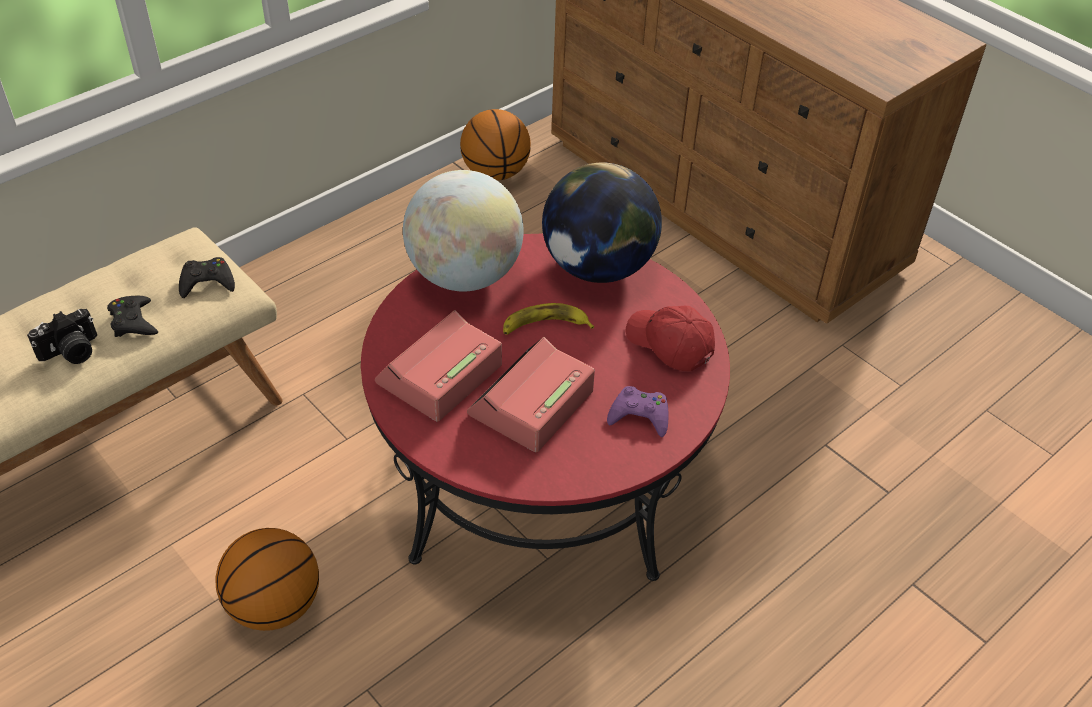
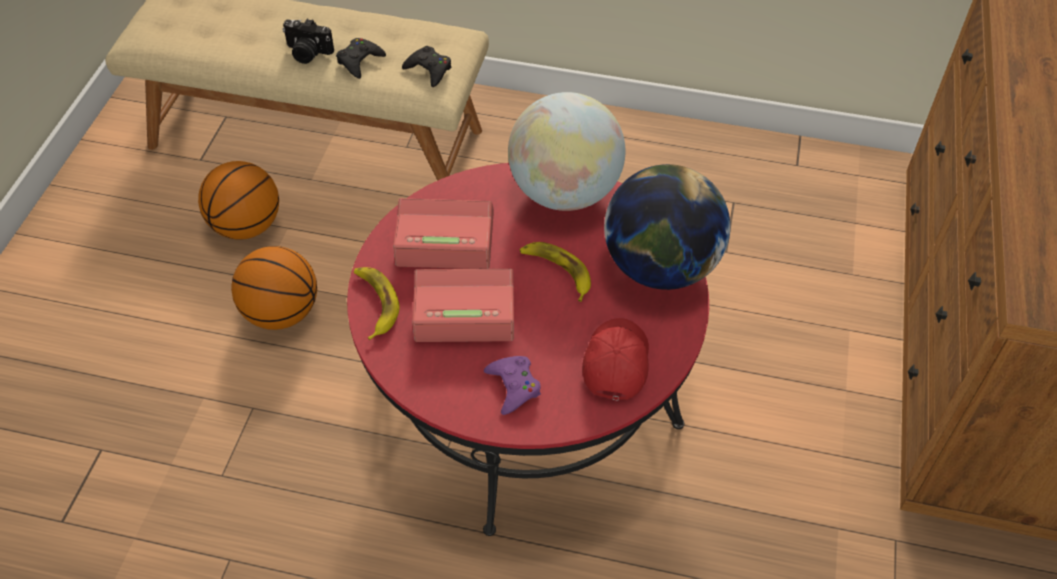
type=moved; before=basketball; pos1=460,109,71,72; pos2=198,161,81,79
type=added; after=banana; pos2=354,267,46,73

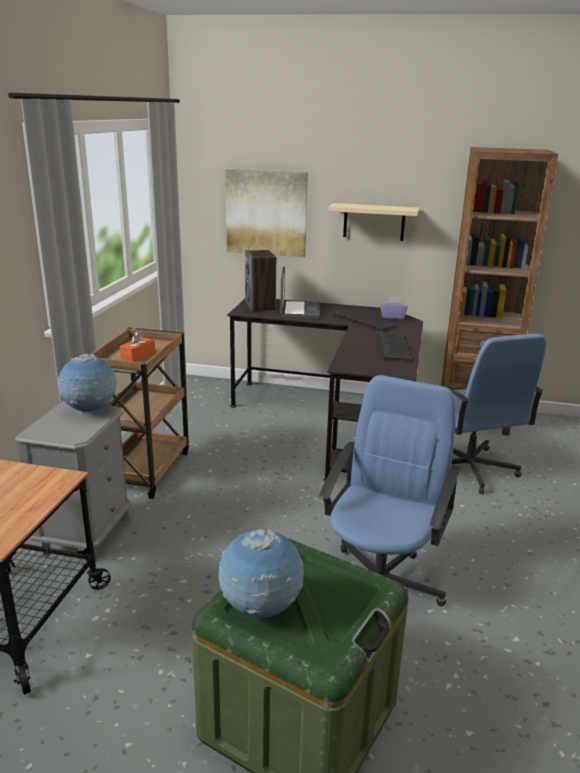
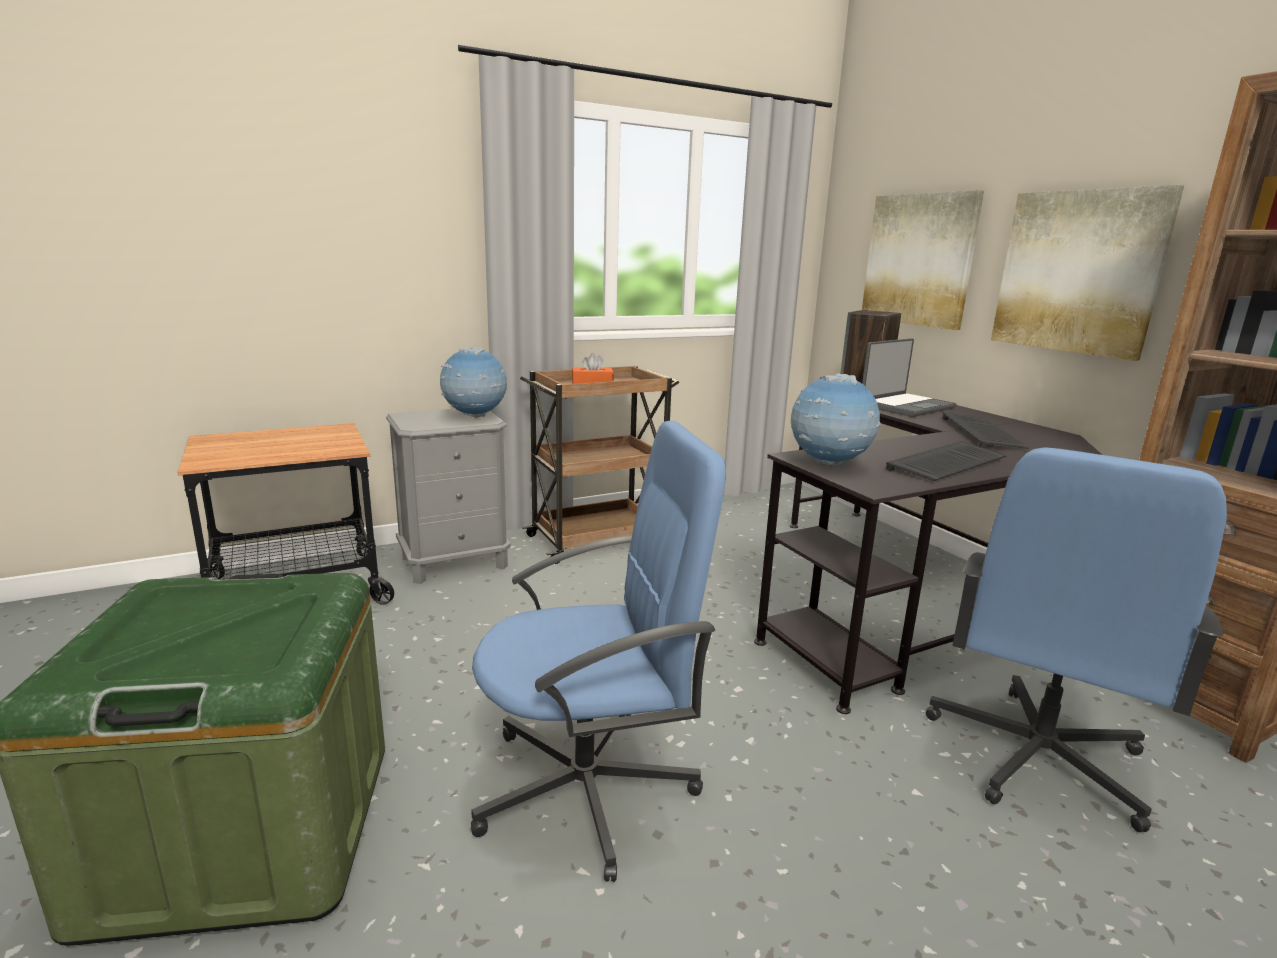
type=moved; before=globe; pos1=219,529,85,88; pos2=791,373,90,93
type=replaced; before=beige shelf; after=picture; pos1=328,203,91,38; pos2=991,185,193,176
type=removed; before=purple tissue box; pos1=380,296,28,24

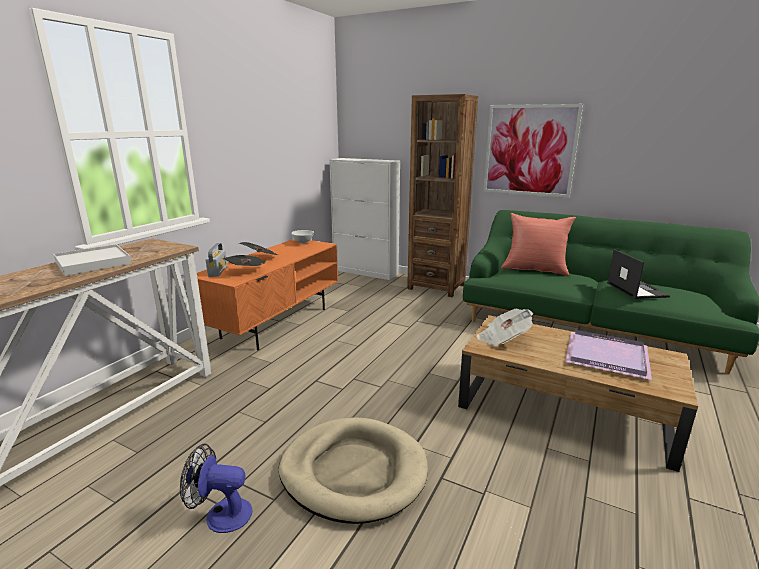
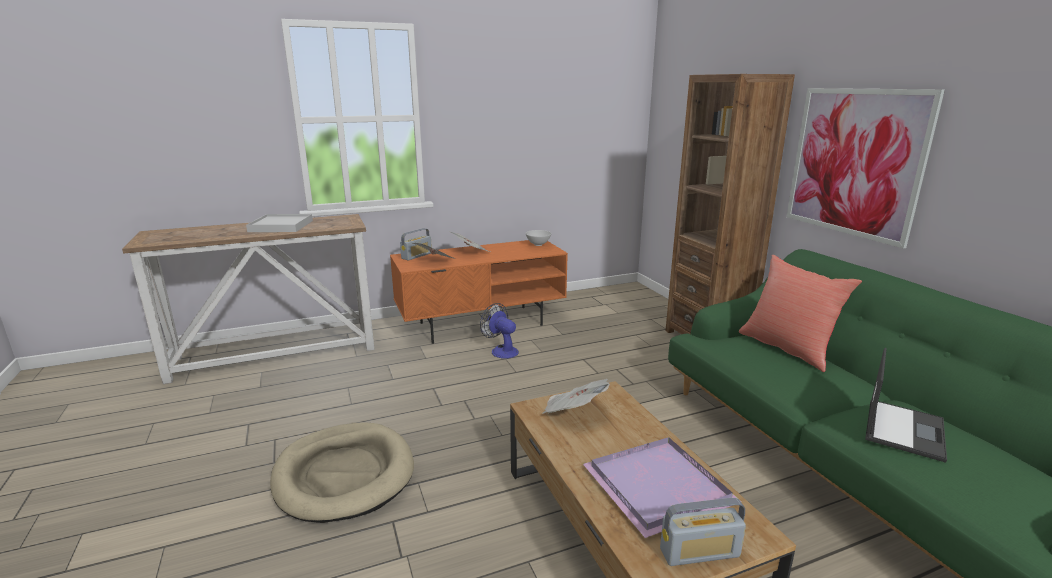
type=moved; before=fan; pos1=180,443,72,90; pos2=480,303,39,56
type=added; after=radio; pos2=660,498,86,68
type=removed; before=white cabinet; pos1=329,158,71,122

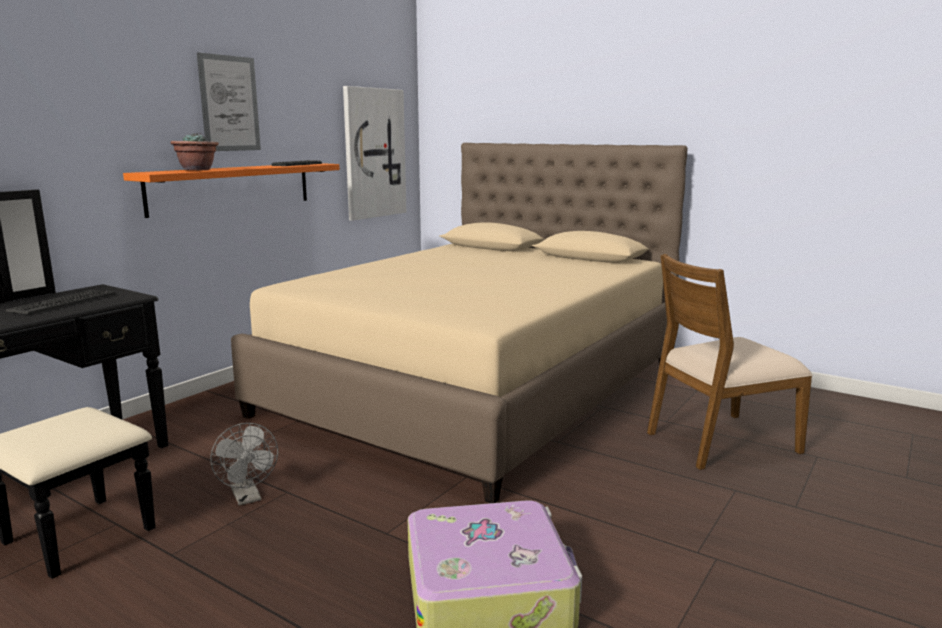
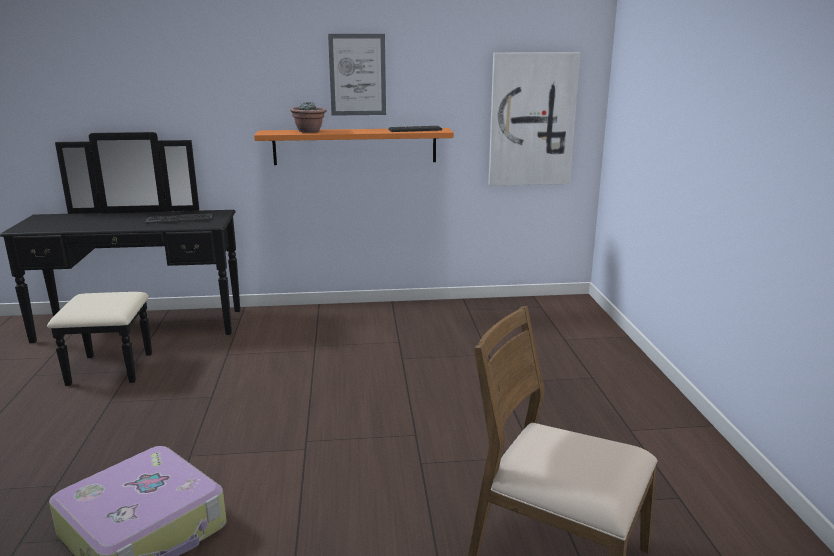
type=removed; before=grey fan; pos1=210,423,68,83
type=removed; before=beige bed; pos1=231,143,457,360

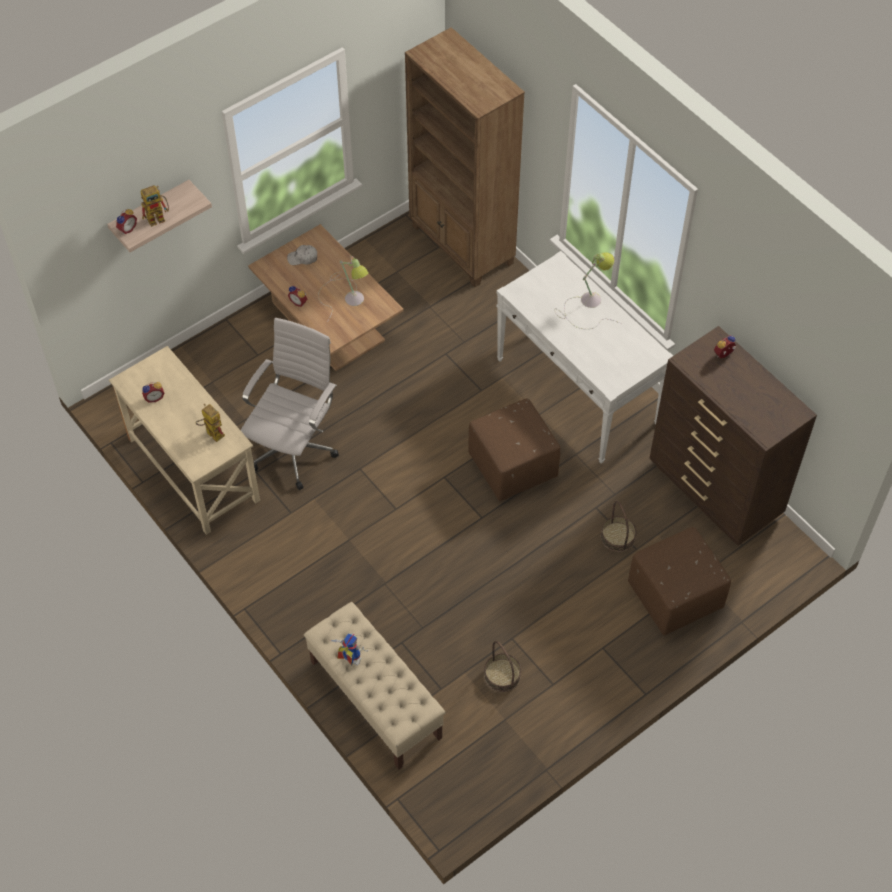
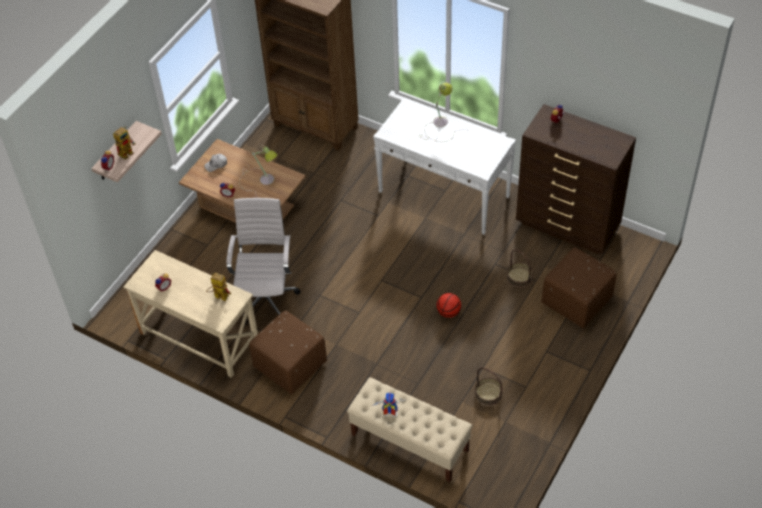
type=moved; before=brown ottoman; pos1=468,398,92,103; pos2=249,310,78,84
type=added; after=basketball; pos2=437,293,24,25

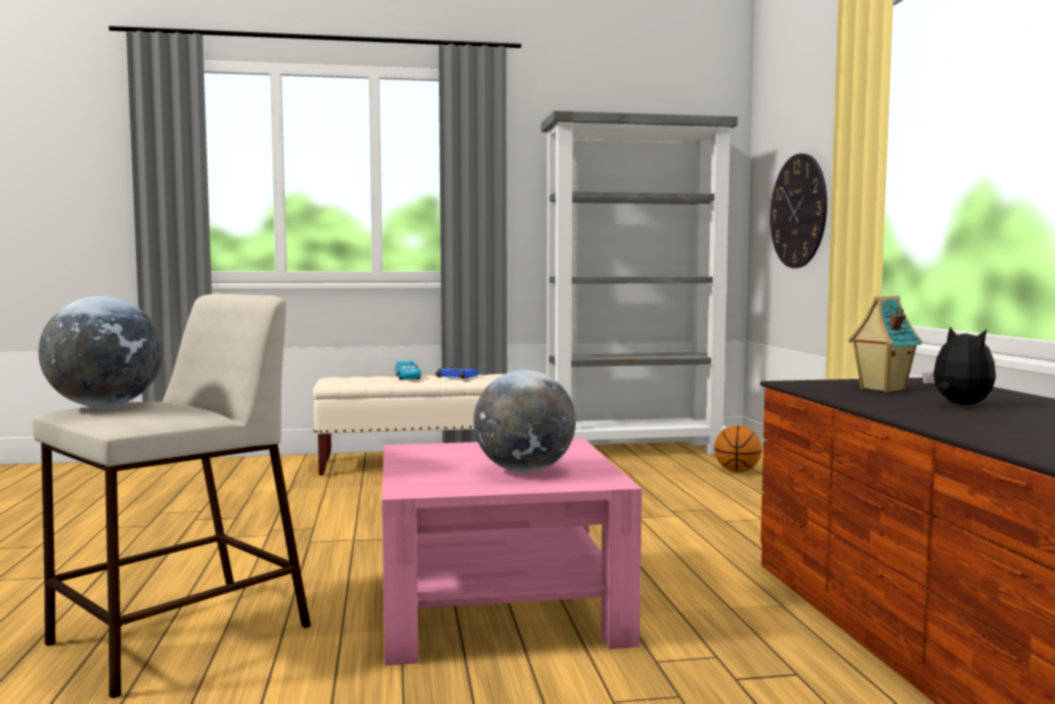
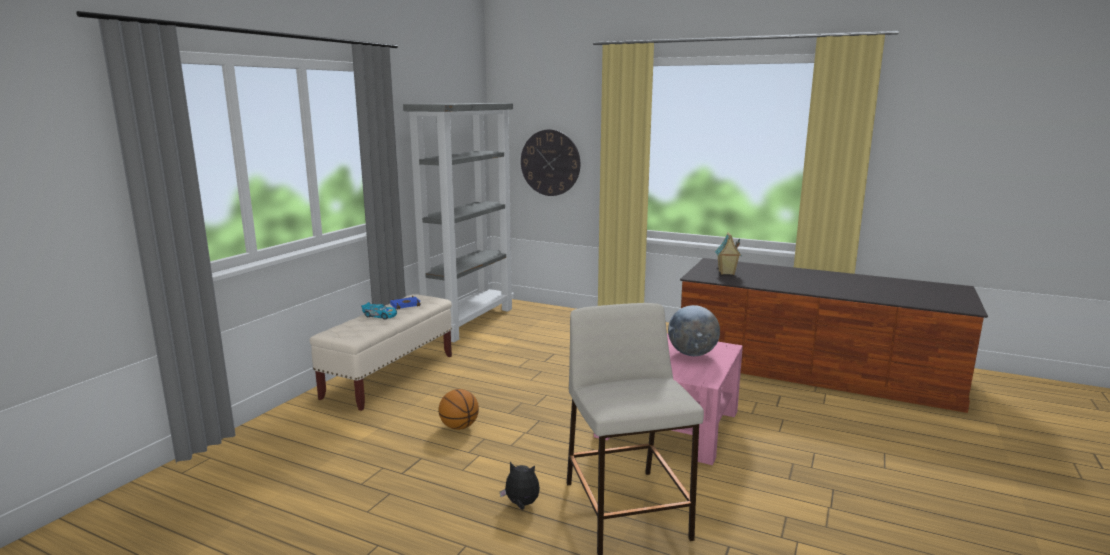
type=moved; before=basketball; pos1=714,426,48,46; pos2=439,389,40,41
type=moved; before=plush toy; pos1=923,327,73,78; pos2=500,462,40,48
type=removed; before=globe; pos1=38,296,125,111

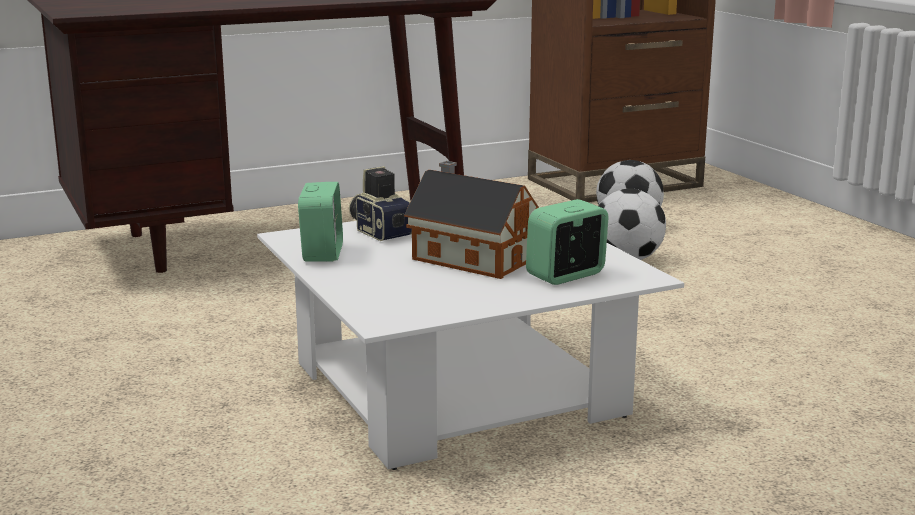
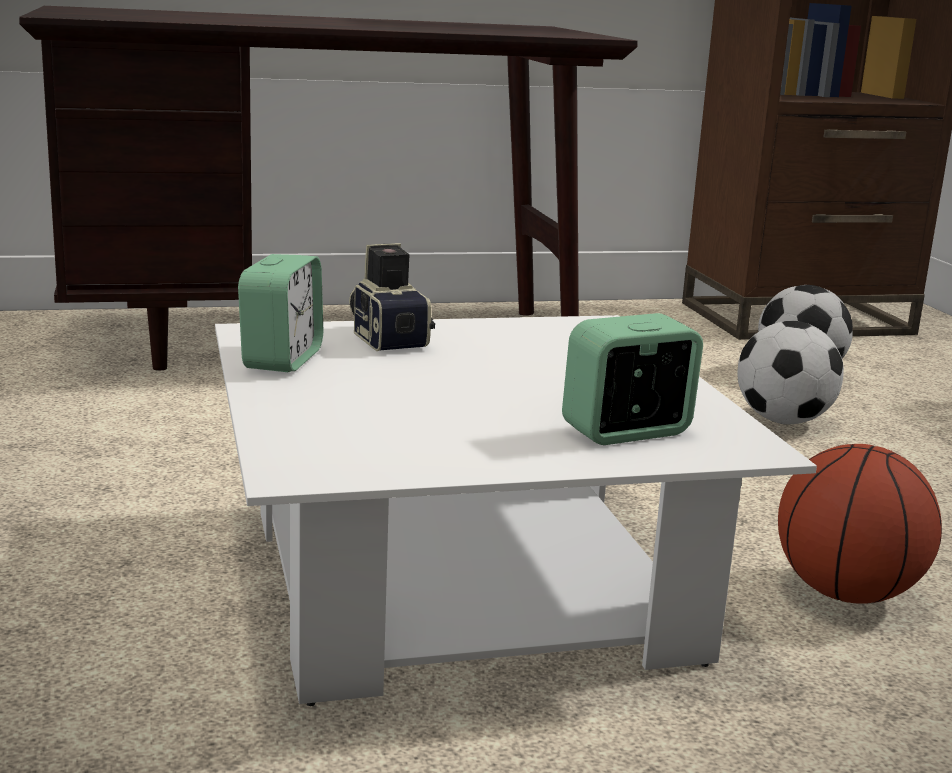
type=added; after=basketball; pos2=778,444,164,160
type=removed; before=toy house; pos1=404,161,135,118

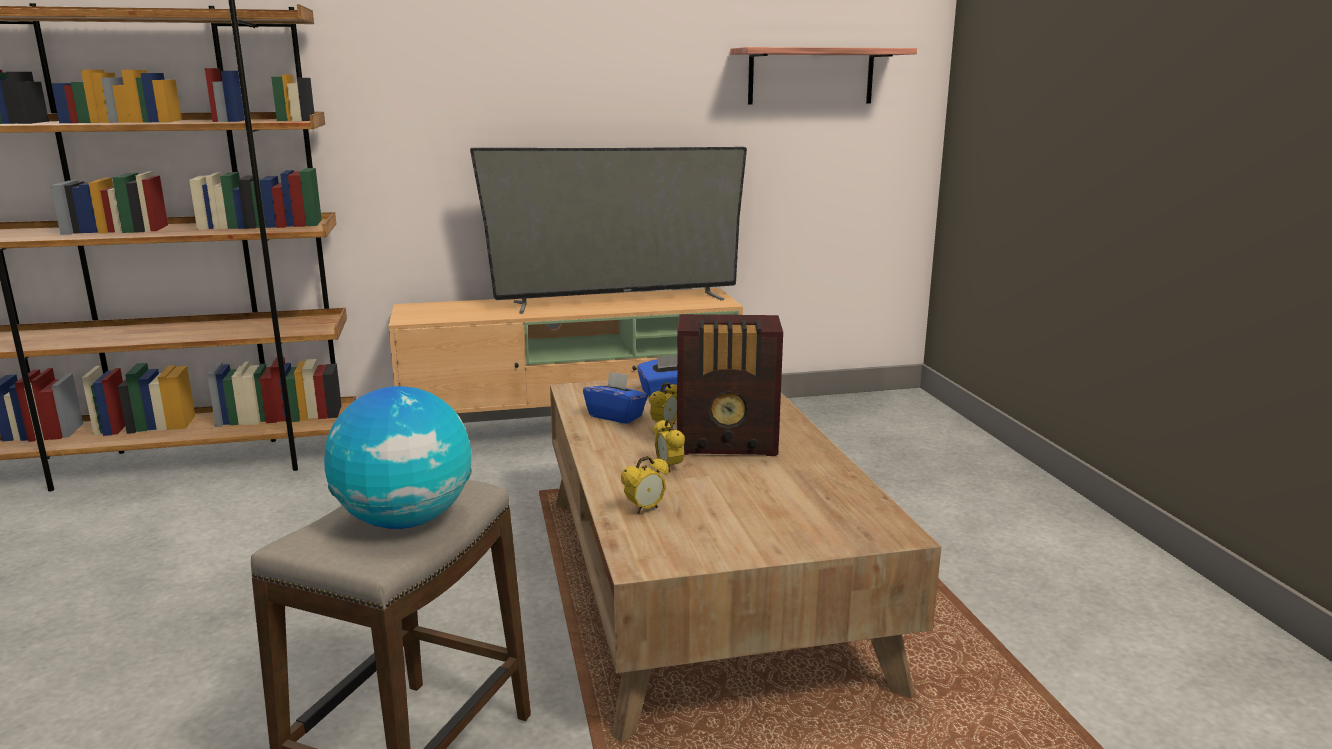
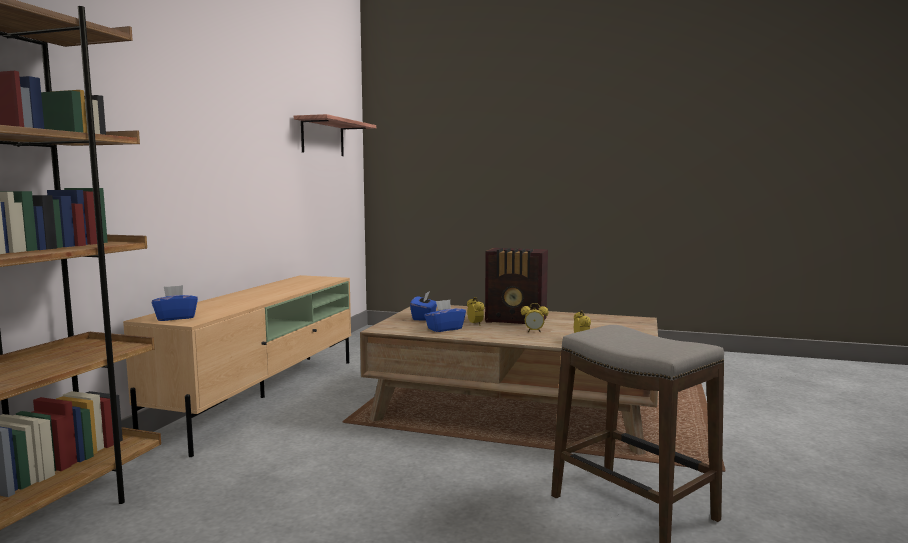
type=added; after=blue tissue box; pos2=152,285,46,36
type=turned; before=radio; pos1=677,314,106,142; pos2=485,248,63,76; turn=75
type=removed; before=globe; pos1=324,386,148,143
type=removed; before=television; pos1=470,147,277,167

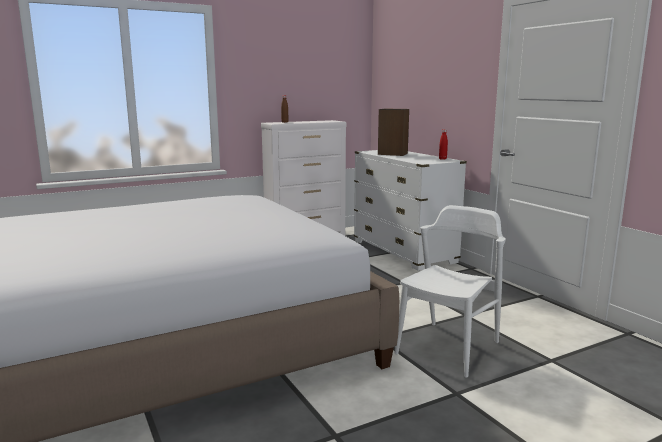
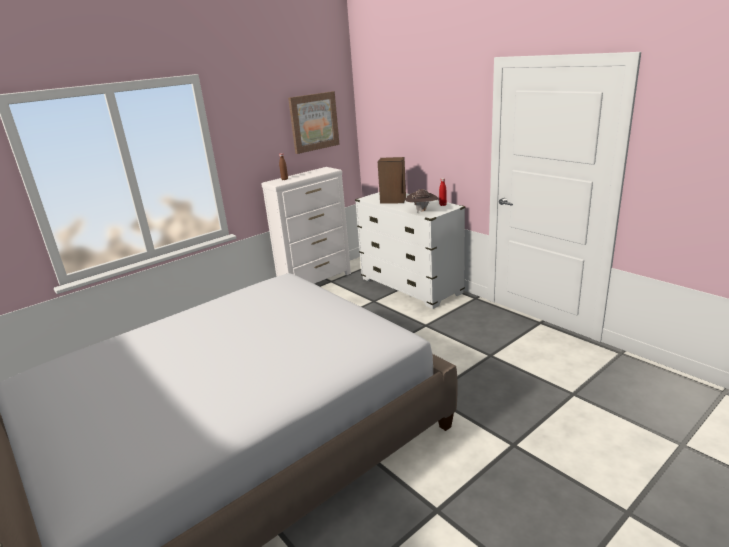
type=added; after=picture; pos2=288,91,52,63
type=added; after=brown hat; pos2=405,189,33,24
type=removed; before=white chair; pos1=394,205,112,173

